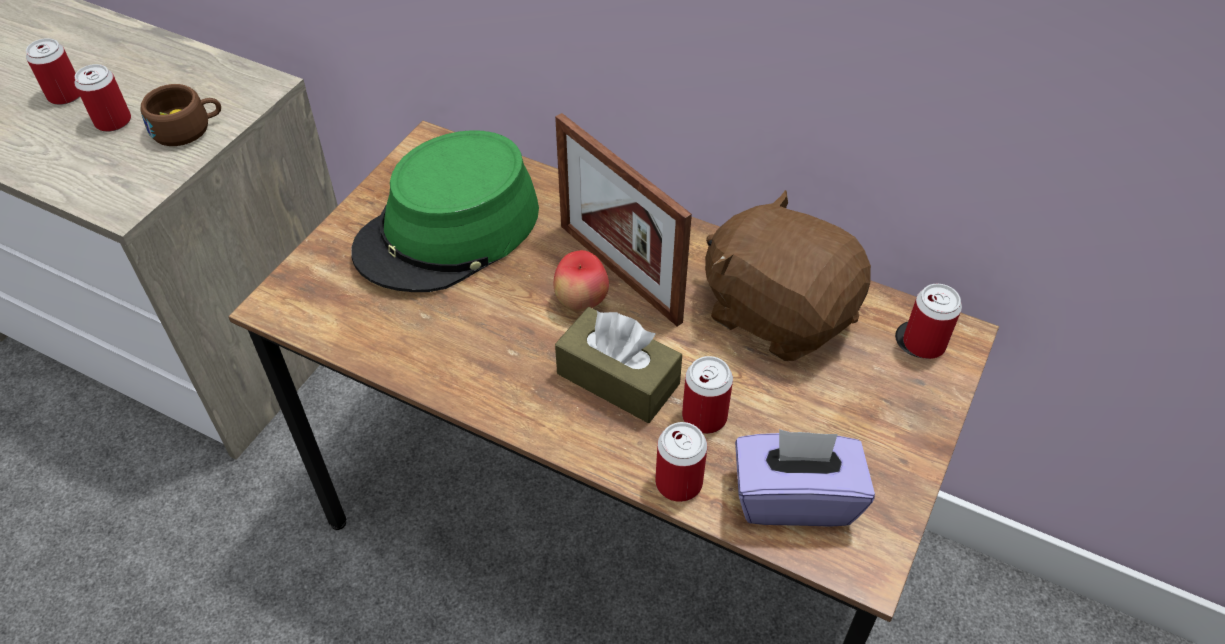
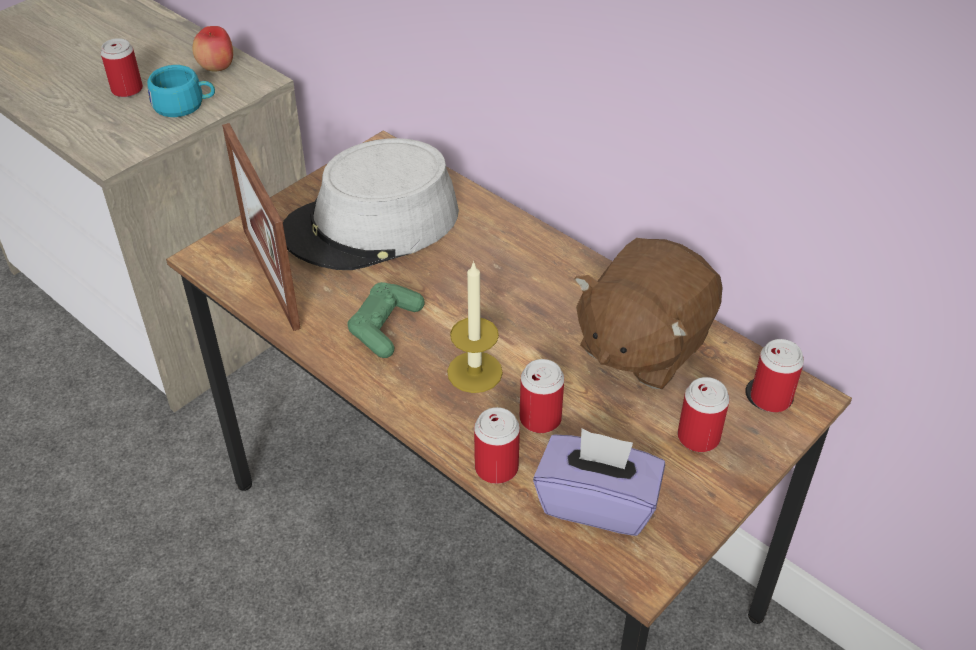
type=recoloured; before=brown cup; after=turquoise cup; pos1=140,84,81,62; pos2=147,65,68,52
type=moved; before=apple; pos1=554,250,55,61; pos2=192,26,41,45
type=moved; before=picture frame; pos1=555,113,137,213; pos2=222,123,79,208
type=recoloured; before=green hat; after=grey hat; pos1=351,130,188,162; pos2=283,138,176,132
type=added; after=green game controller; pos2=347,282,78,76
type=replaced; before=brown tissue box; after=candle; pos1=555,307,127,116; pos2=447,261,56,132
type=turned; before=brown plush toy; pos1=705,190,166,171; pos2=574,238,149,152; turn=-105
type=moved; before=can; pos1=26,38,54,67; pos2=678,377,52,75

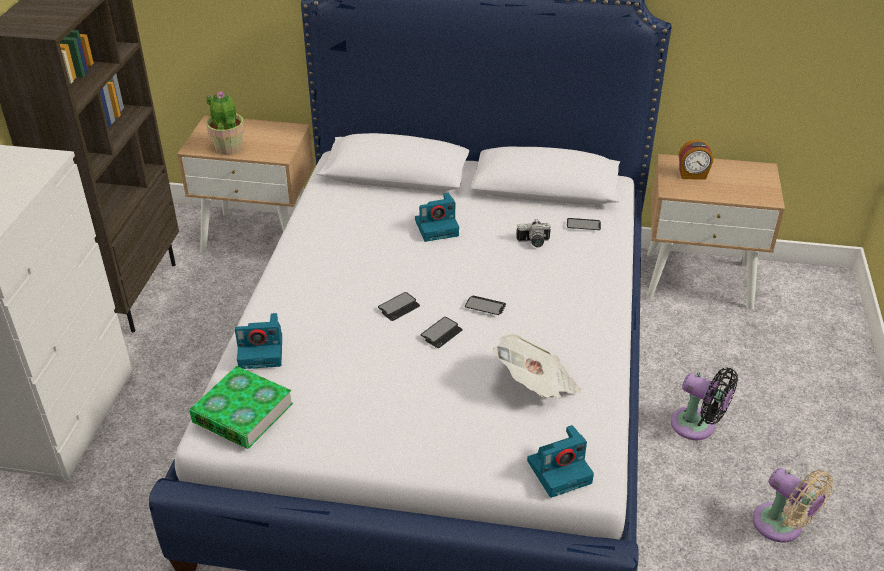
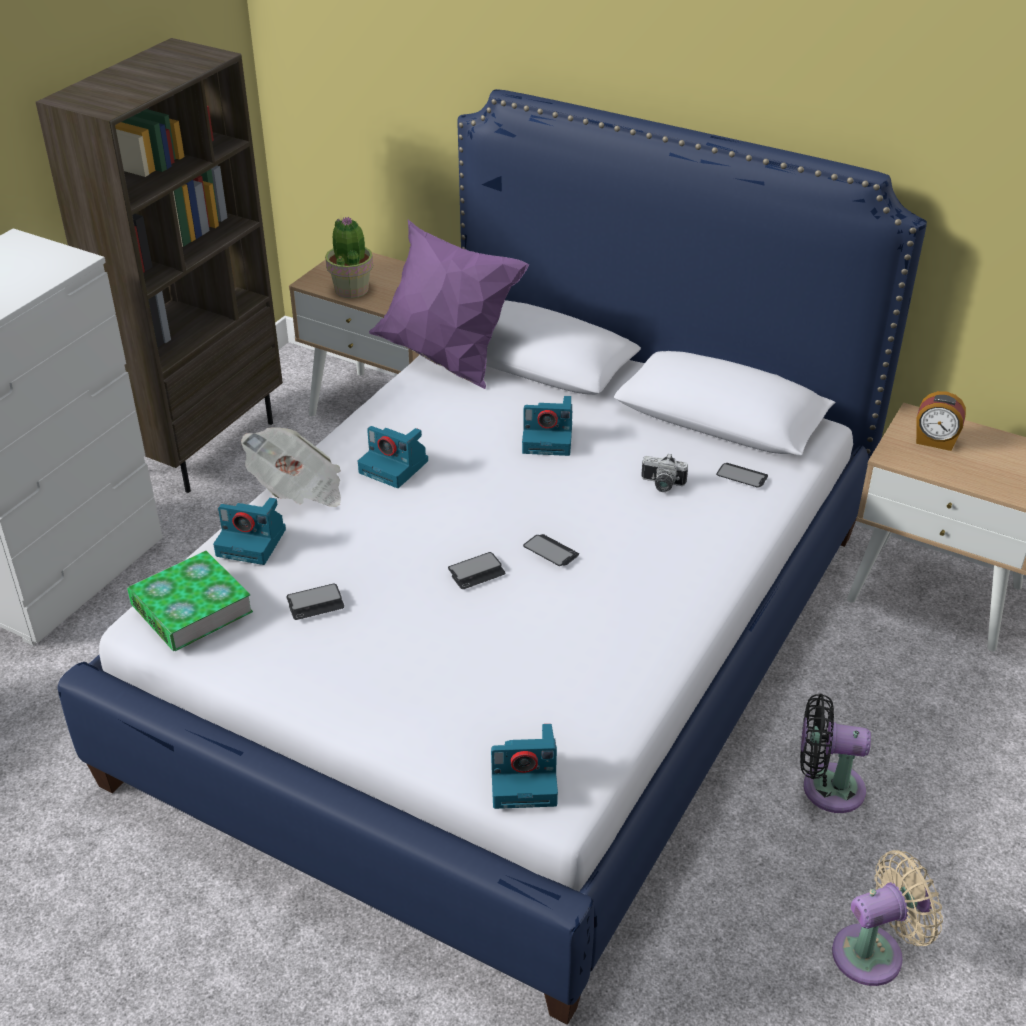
type=moved; before=newspaper; pos1=493,334,88,64; pos2=241,427,100,80
type=moved; before=phone; pos1=378,292,42,29; pos2=287,583,57,37
type=added; after=photo camera; pos2=358,426,70,62
type=added; after=purple pillow; pos2=369,220,160,169
type=turned; before=black fan; pos1=671,367,67,73; pos2=800,694,71,119; turn=135
type=turned; before=beige fan; pos1=753,468,81,75; pos2=832,850,111,136; turn=-90

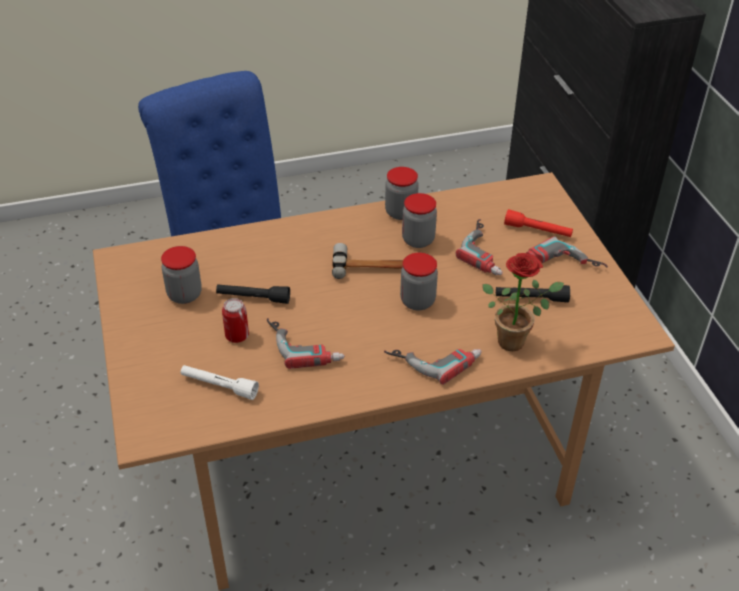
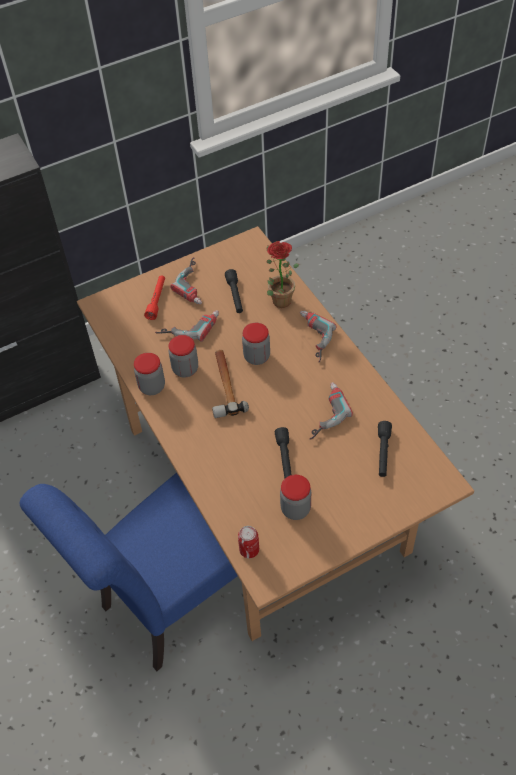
type=moved; before=can; pos1=222,298,27,45; pos2=238,526,21,32
type=recoloured; before=white flashlight; after=black flashlight; pos1=181,365,78,35; pos2=378,421,14,56

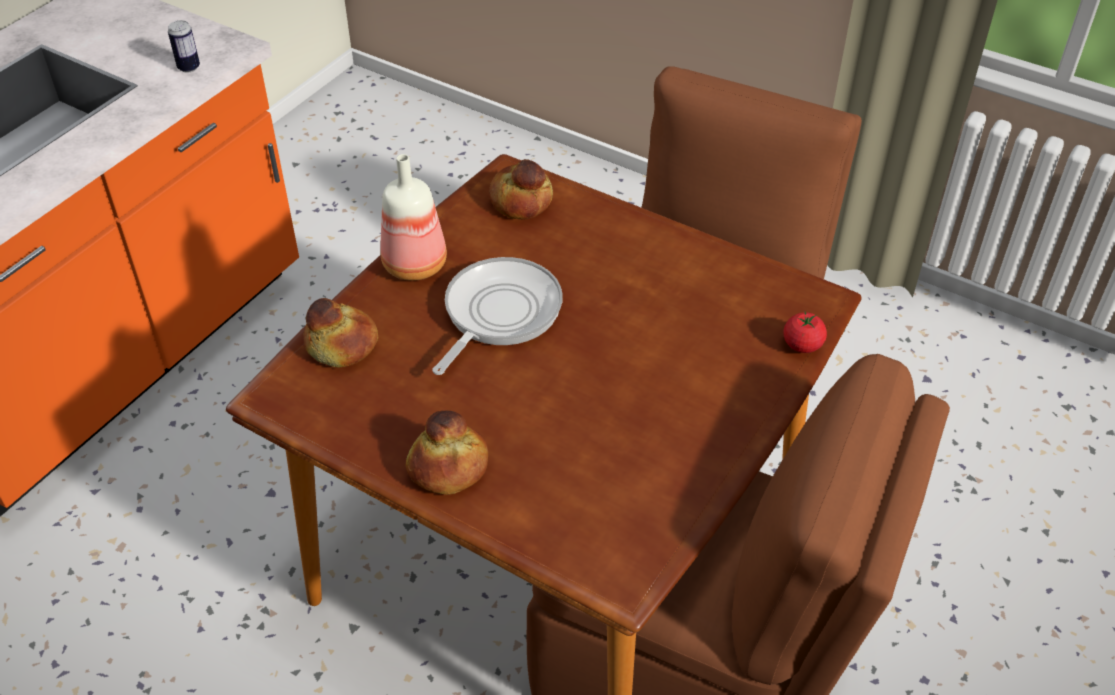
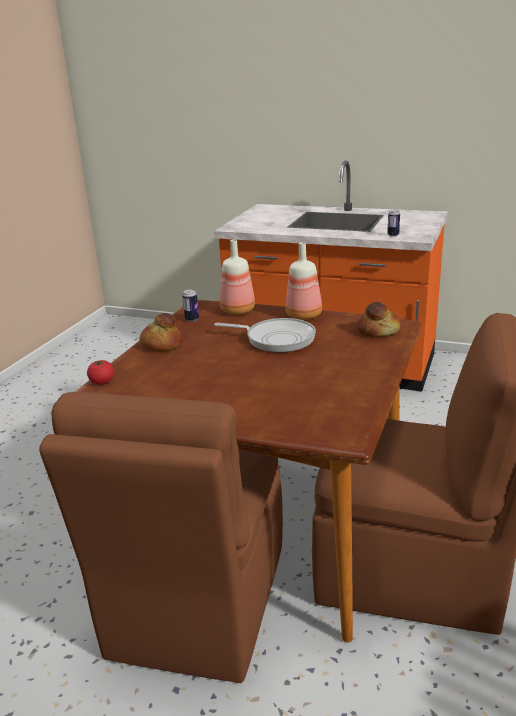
type=moved; before=tomato; pos1=783,312,44,41; pos2=87,360,27,25
type=added; after=can; pos2=182,289,17,33
type=replaced; before=bread; after=bottle; pos1=303,298,75,69; pos2=220,240,35,75

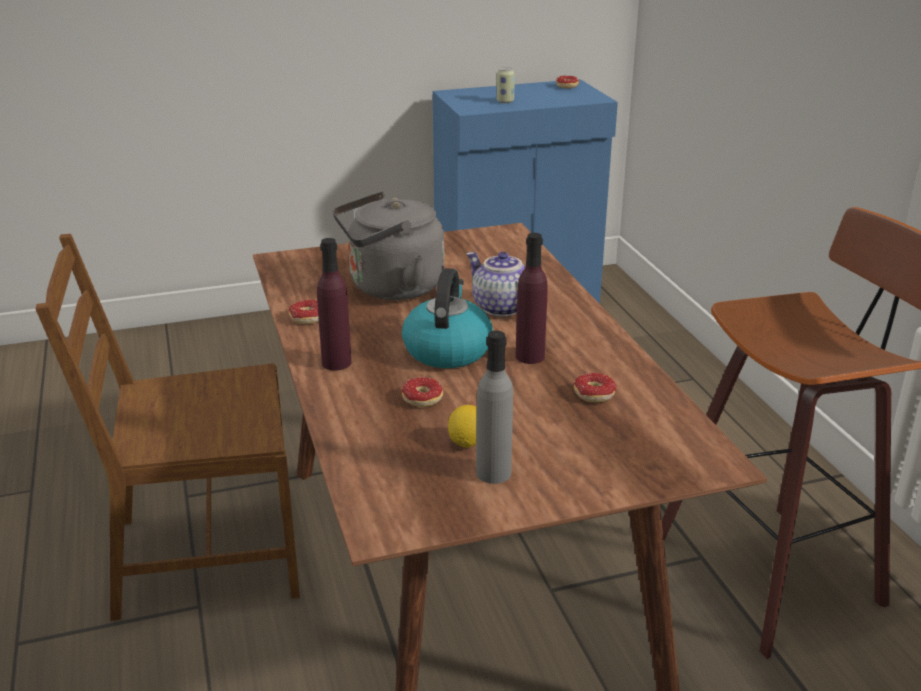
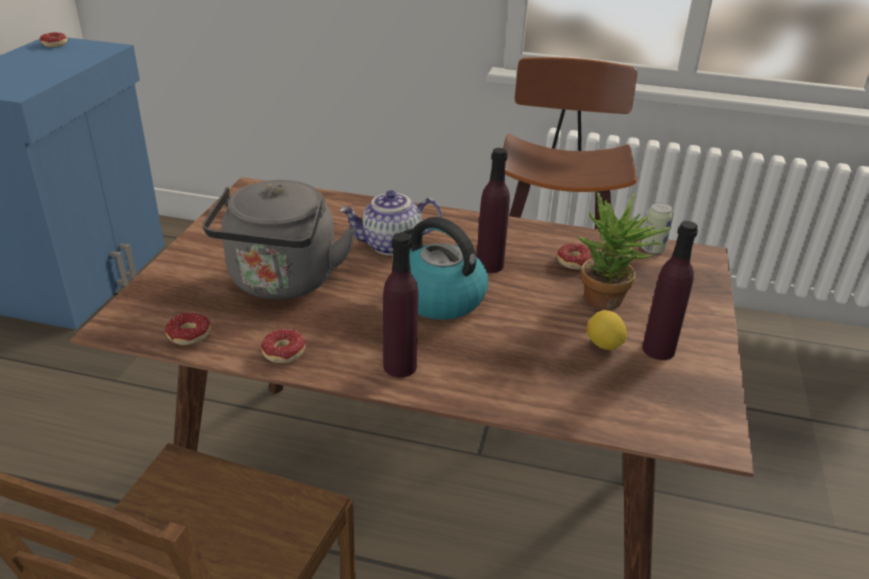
type=moved; before=donut; pos1=401,377,42,30; pos2=165,313,46,32
type=added; after=potted plant; pos2=578,192,94,118
type=moved; before=can; pos1=497,67,18,36; pos2=641,203,33,51
type=recoloured; before=grey bottle; after=purple bottle; pos1=476,331,37,153; pos2=643,221,55,139

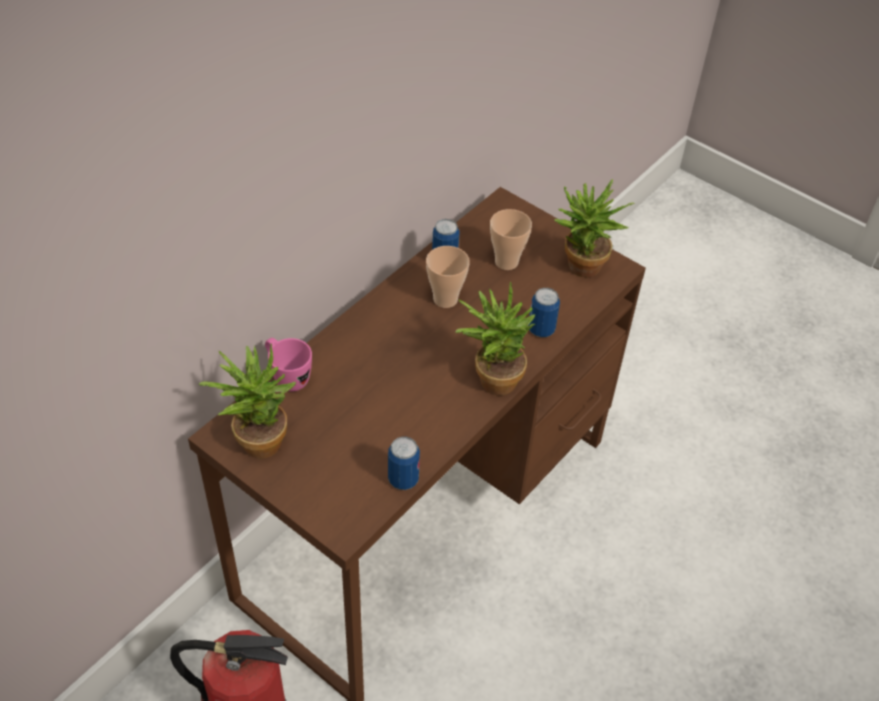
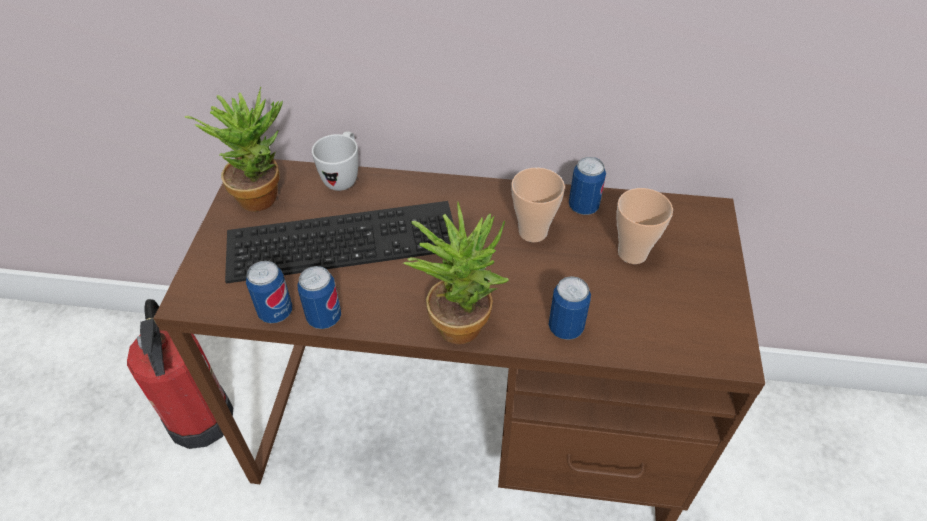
type=added; after=keyboard; pos2=225,201,229,83
type=added; after=can; pos2=297,266,44,63
type=recoloured; before=pink mug; after=white mug; pos1=265,338,47,54; pos2=312,131,46,60
type=removed; before=potted plant; pos1=554,179,81,98

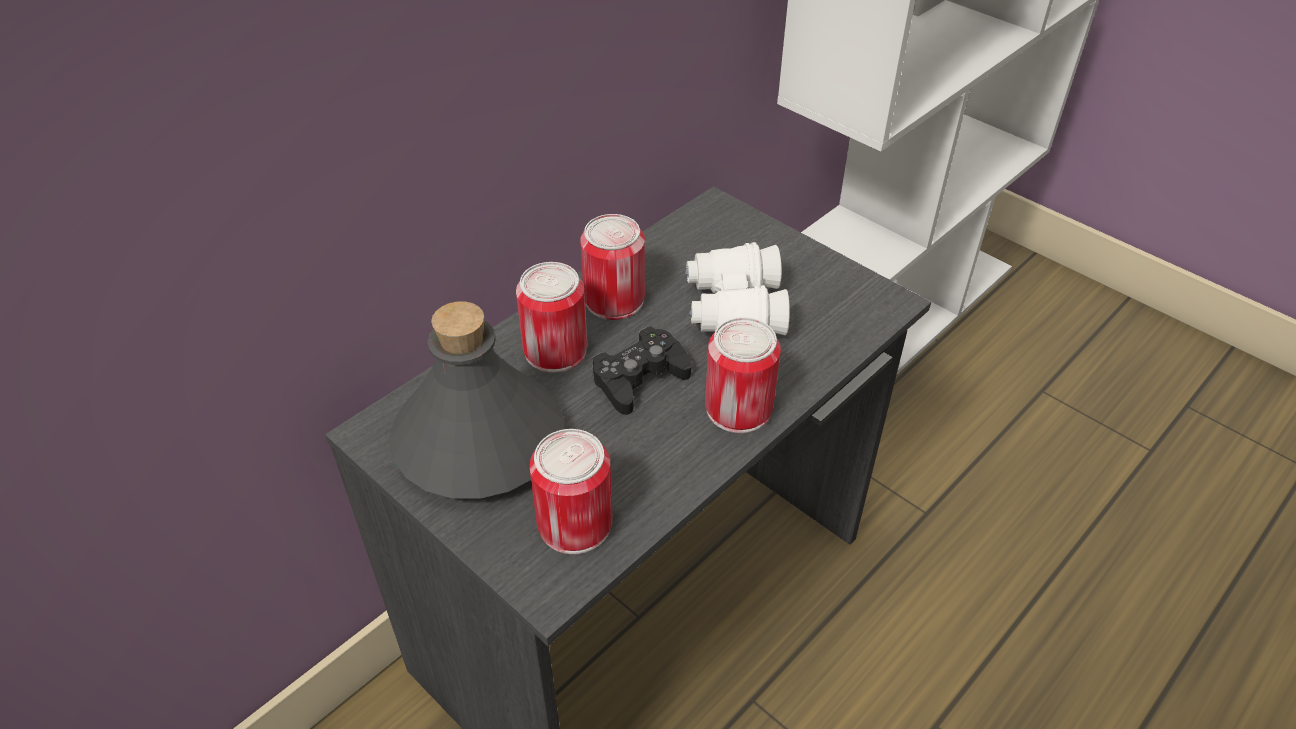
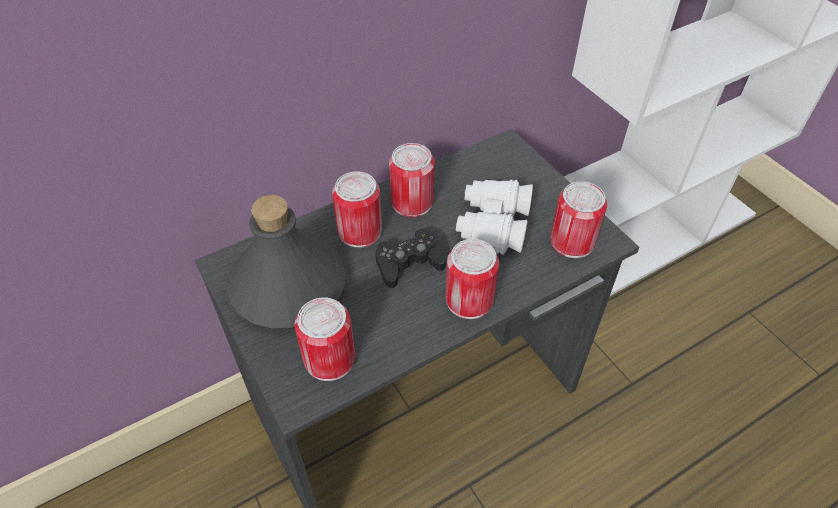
type=added; after=can; pos2=550,181,57,77

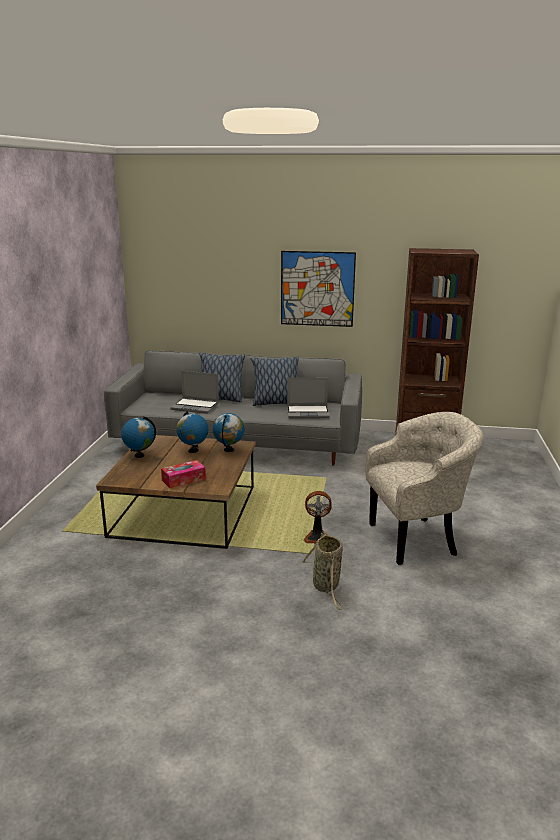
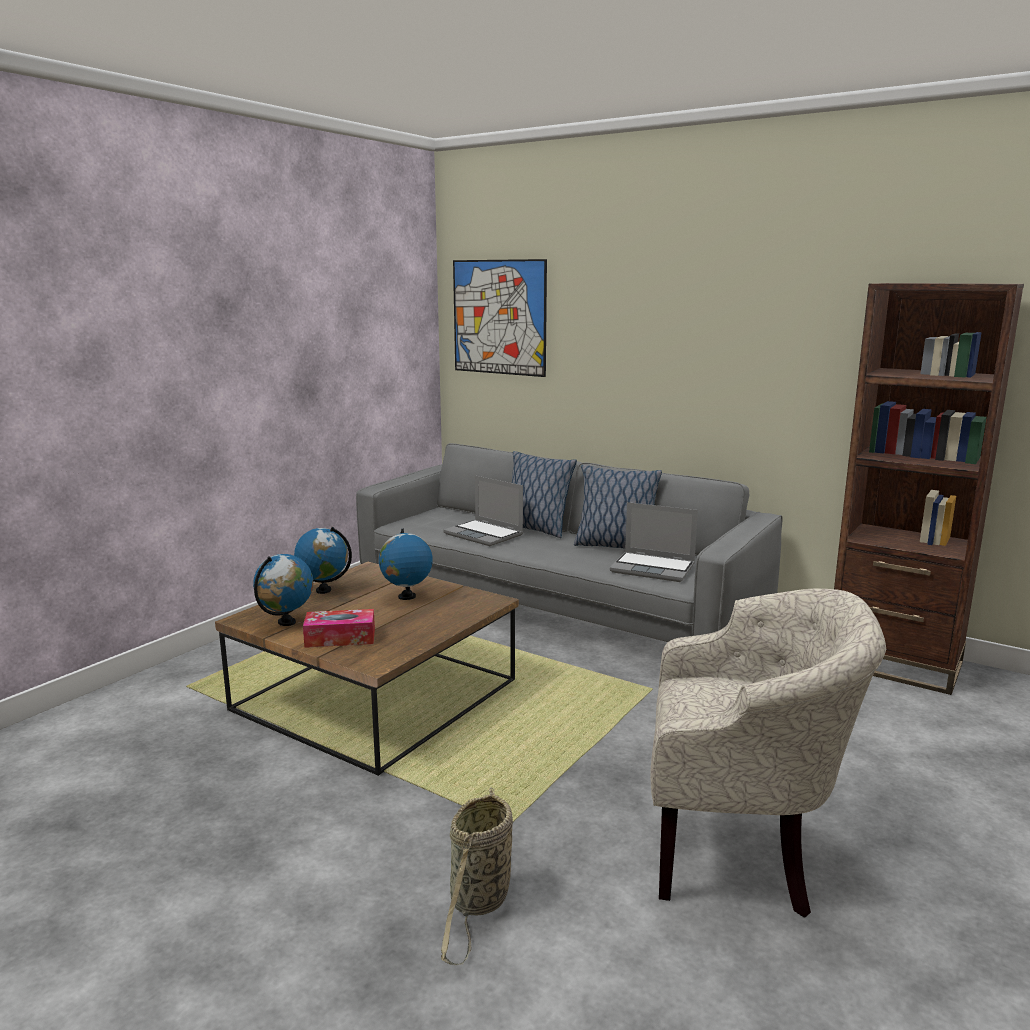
type=moved; before=globe; pos1=213,413,31,39; pos2=253,554,60,72
type=moved; before=picture; pos1=281,251,75,76; pos2=453,259,94,118
type=removed; before=fan; pos1=304,491,28,53

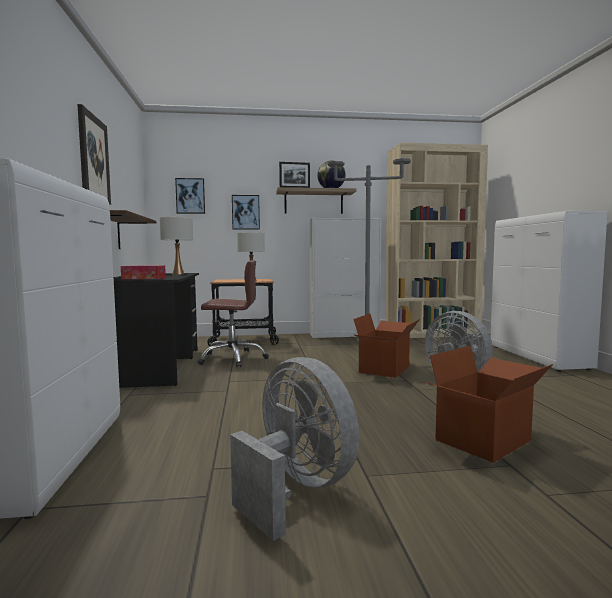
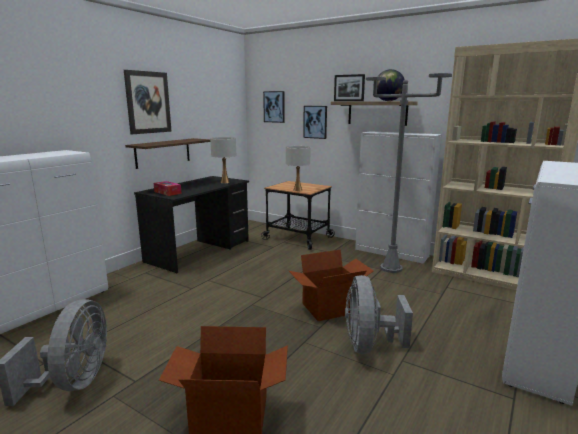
type=removed; before=brown office chair; pos1=198,260,71,107

